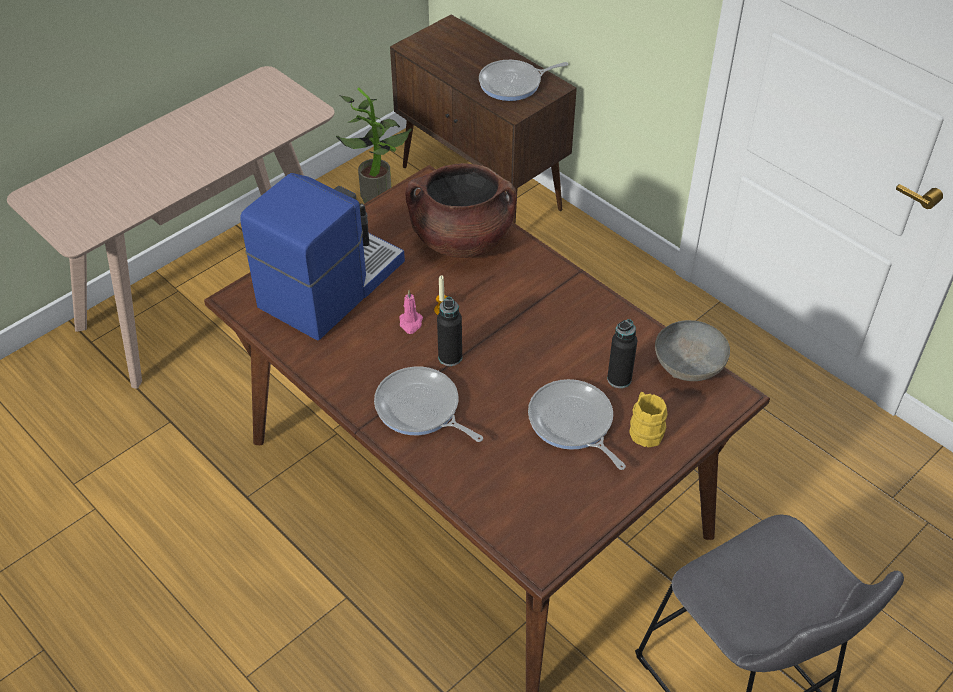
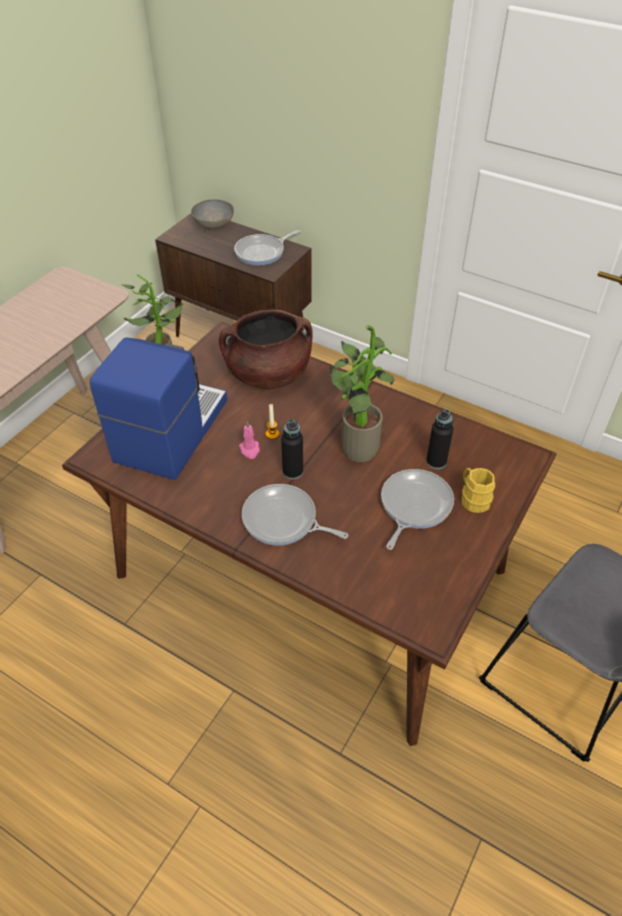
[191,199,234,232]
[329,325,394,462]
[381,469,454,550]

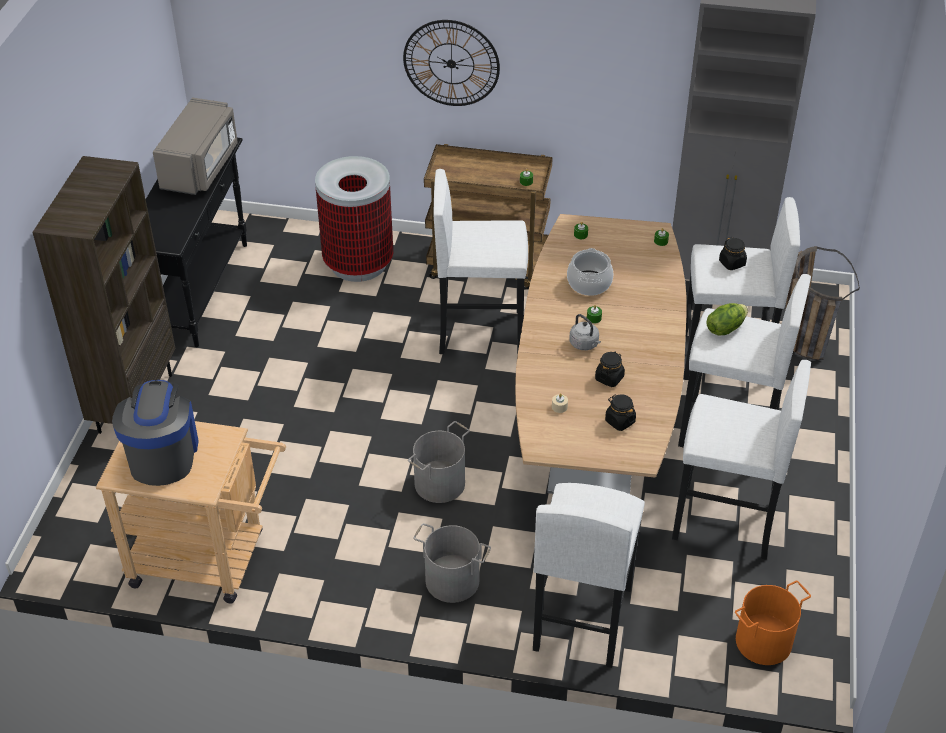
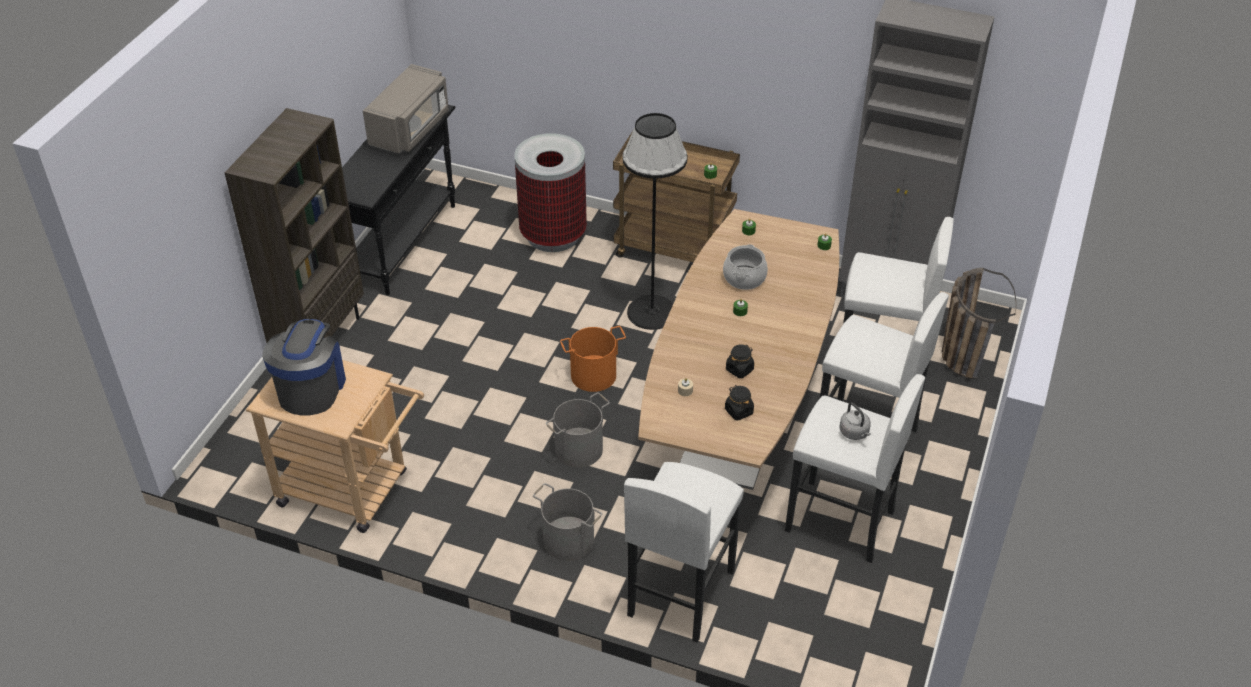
[560,326,626,392]
[622,113,688,330]
[839,403,871,440]
[403,20,500,106] (first image)
[706,303,748,336] (first image)
[719,237,747,270] (first image)

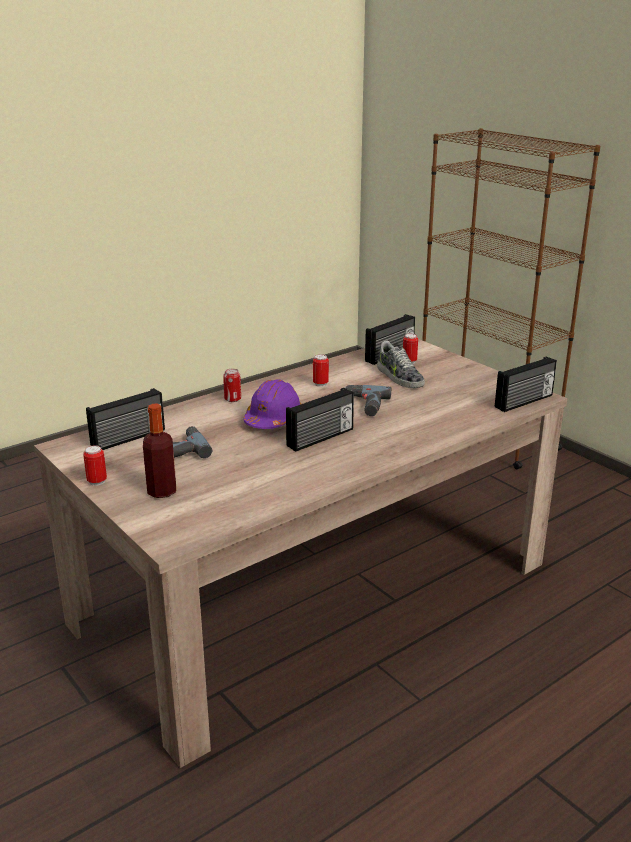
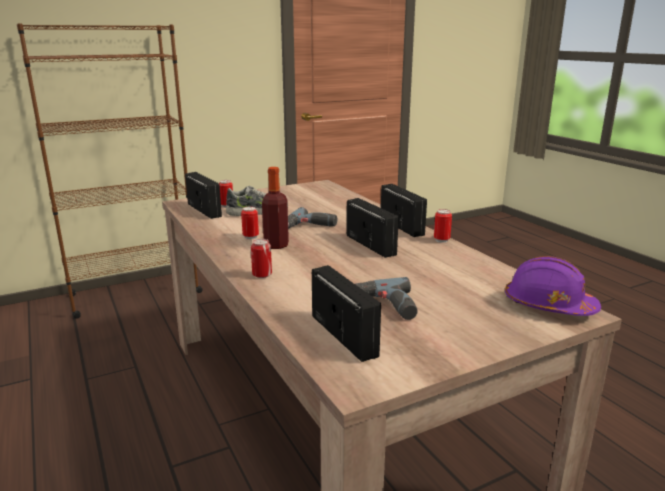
[262,167,289,249]
[381,184,427,237]
[434,209,452,243]
[505,256,601,316]

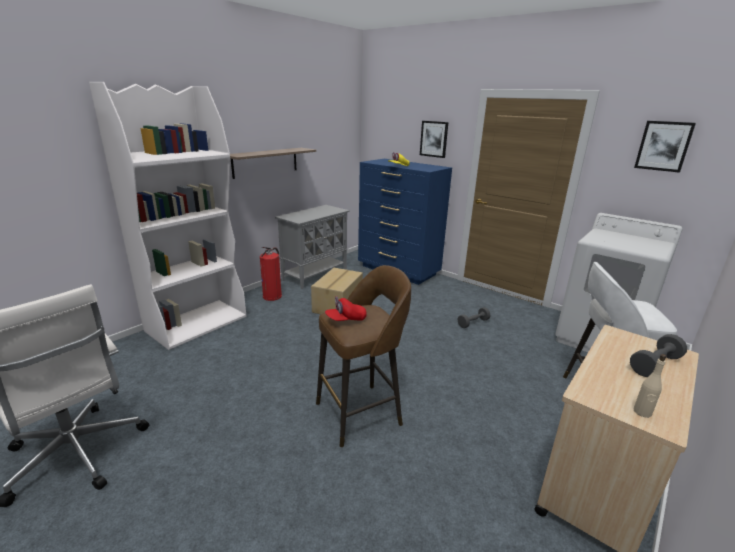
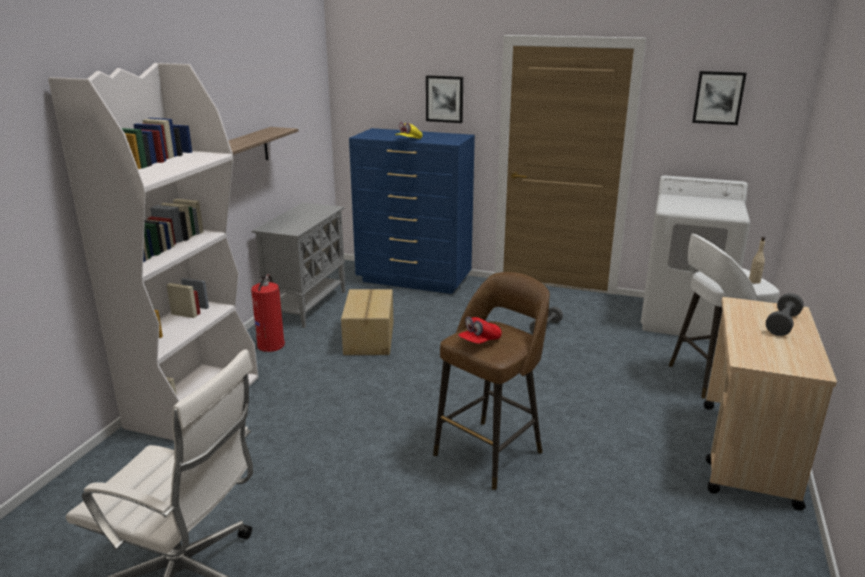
[749,237,765,284]

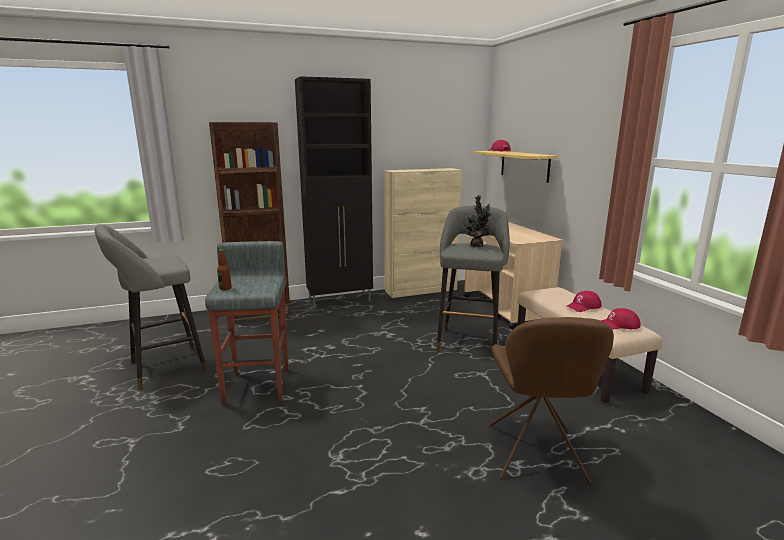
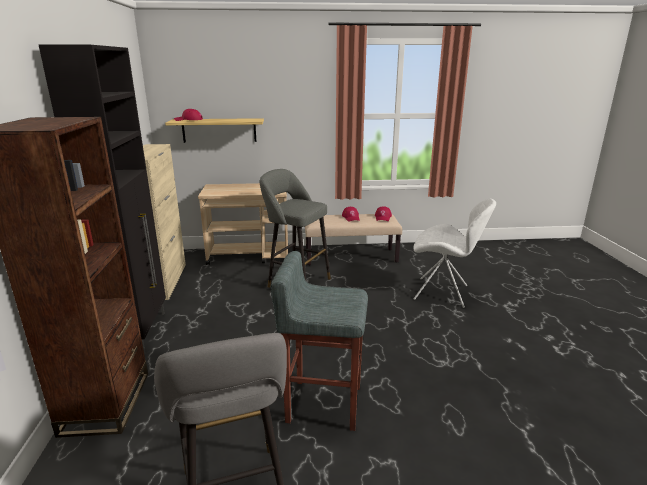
[413,199,496,308]
[217,249,232,290] (first image)
[463,195,491,247] (first image)

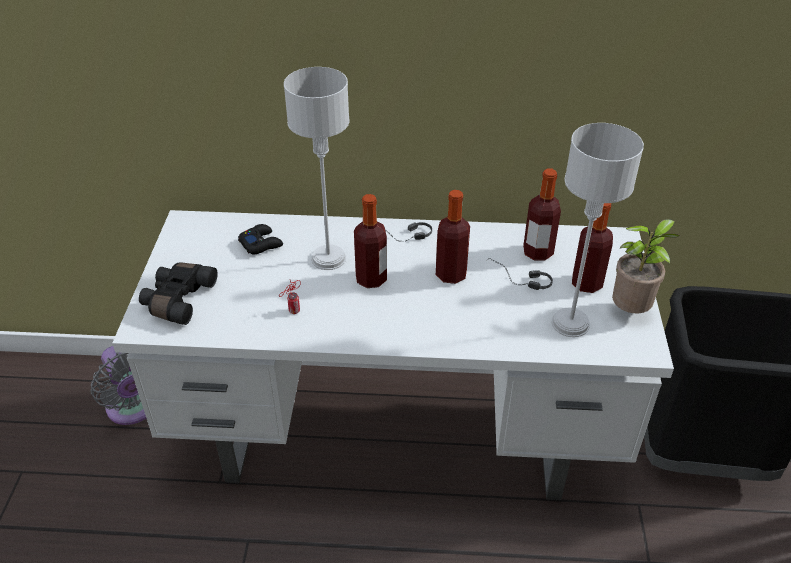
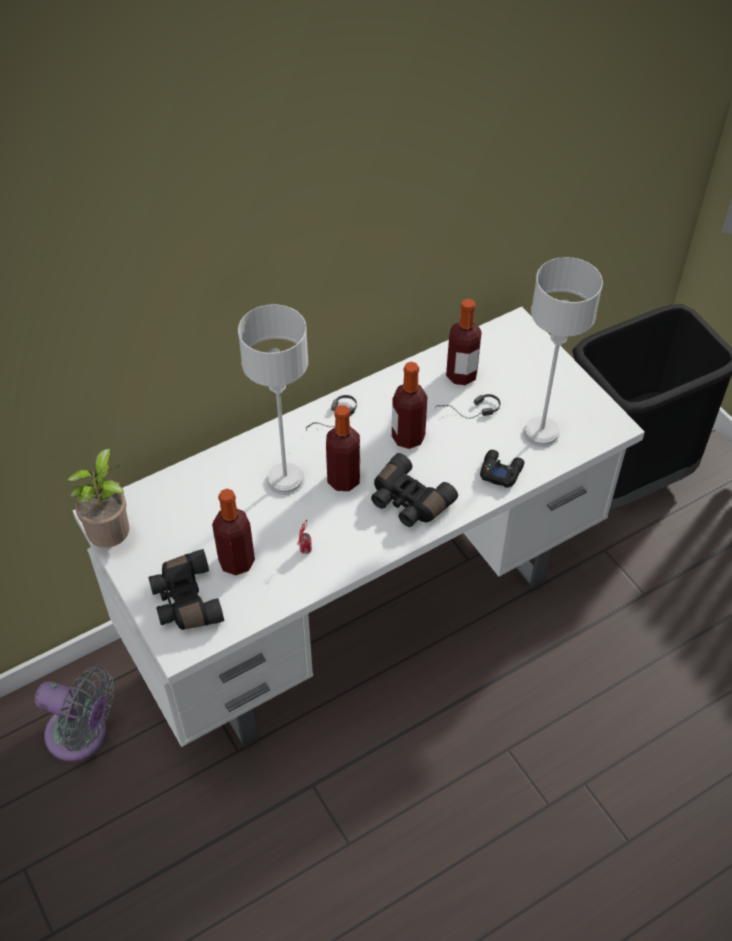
[67,449,130,548]
[212,489,255,575]
[371,453,458,527]
[480,450,524,488]

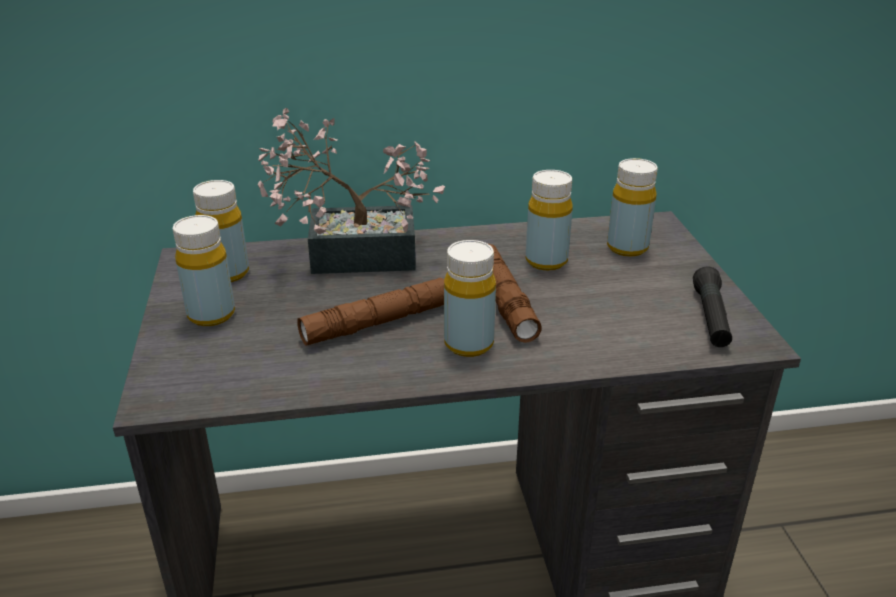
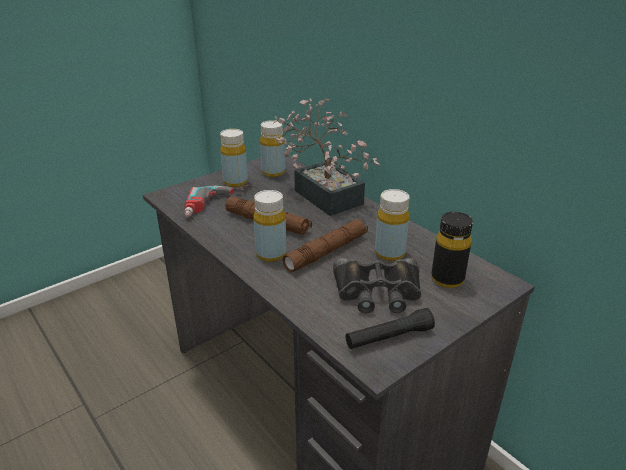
[184,185,251,217]
[333,258,421,313]
[431,212,473,288]

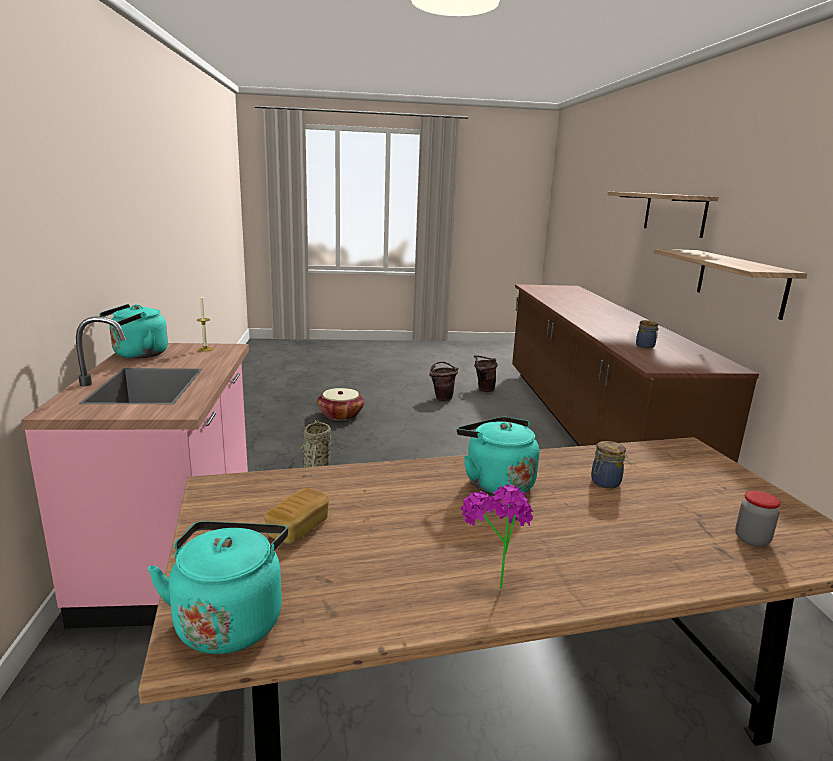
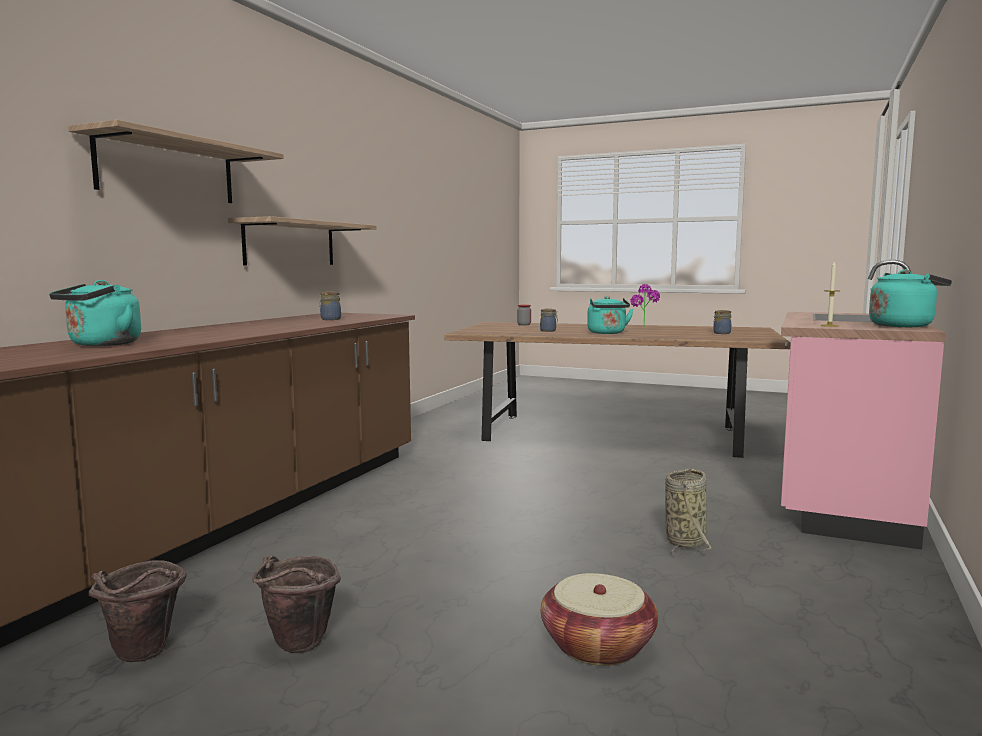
[49,280,141,346]
[713,310,731,334]

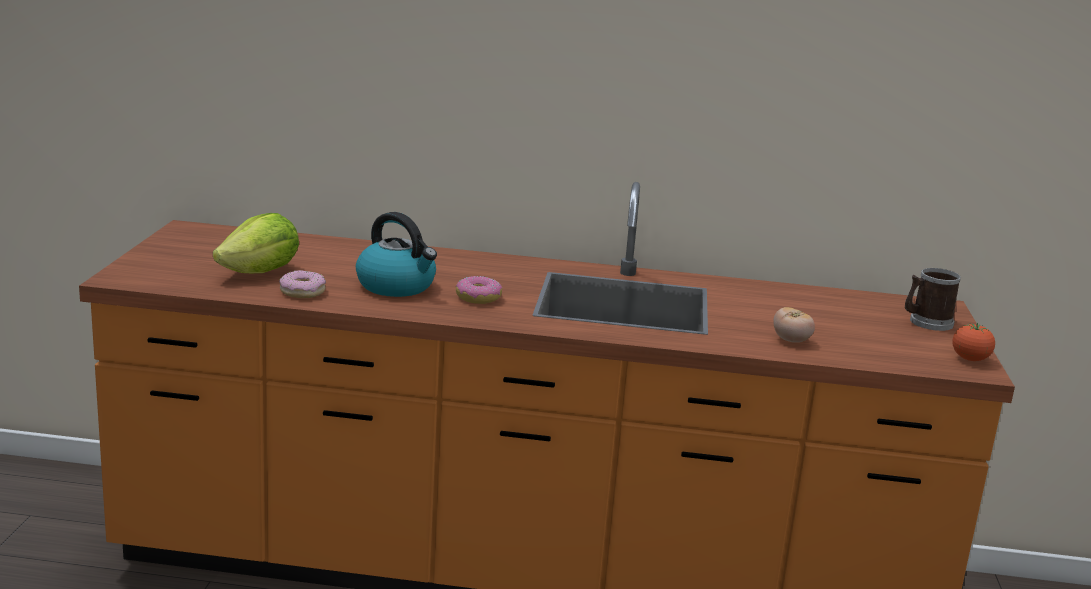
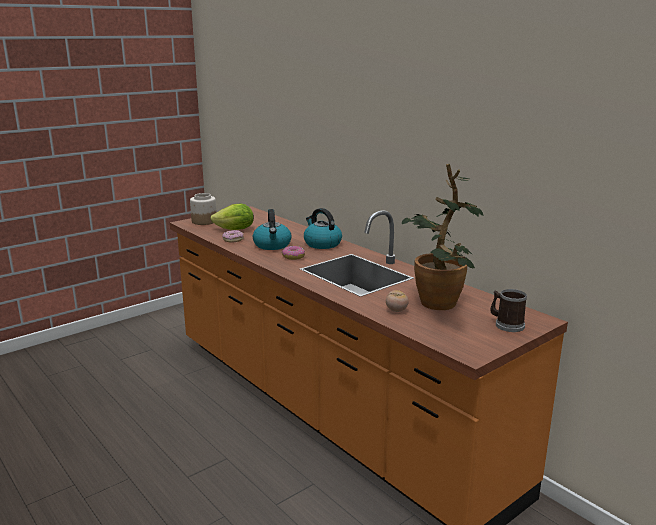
[190,193,217,225]
[304,208,342,249]
[402,164,483,310]
[952,323,995,361] (first image)

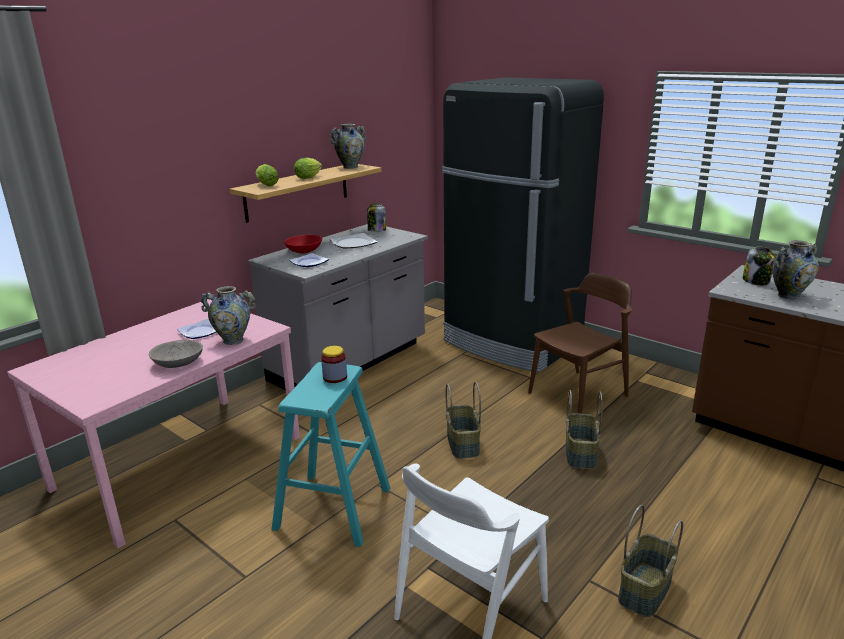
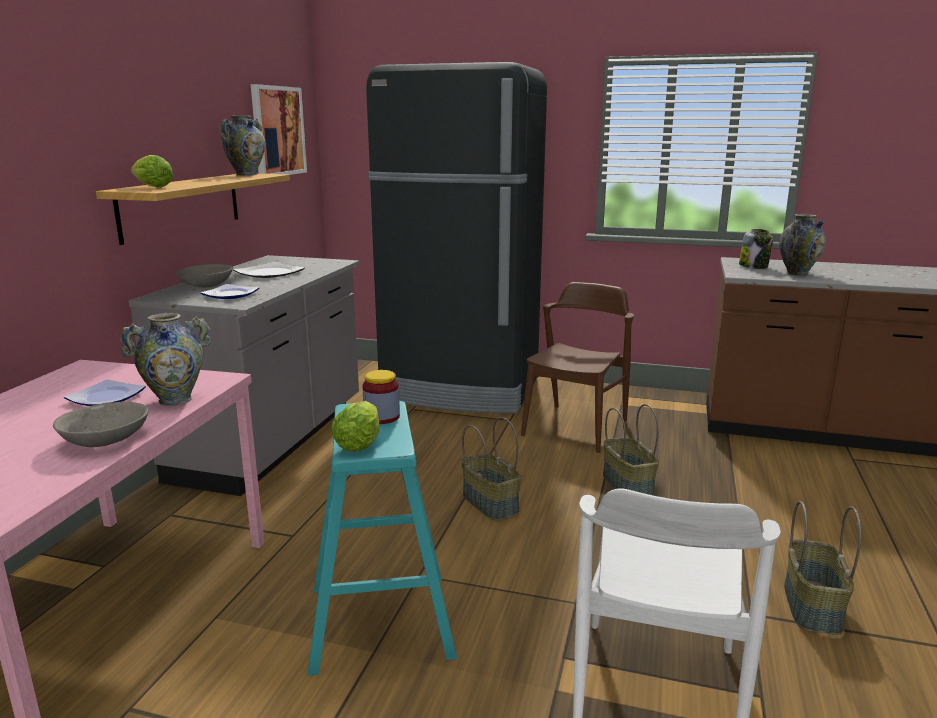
[176,264,233,288]
[251,84,307,175]
[331,401,380,452]
[367,203,386,232] (first image)

